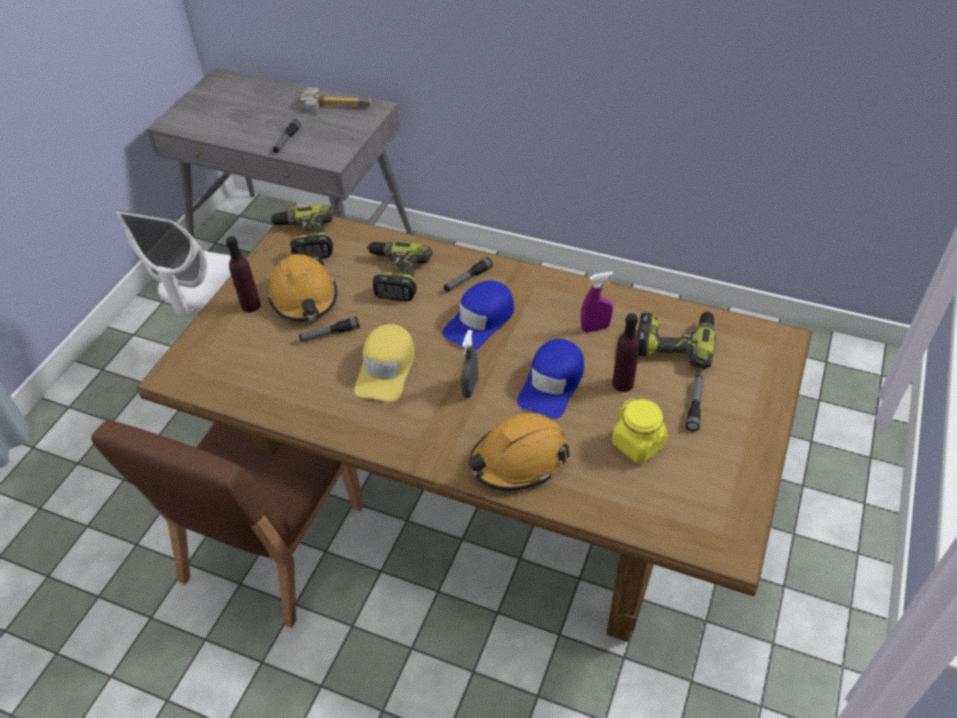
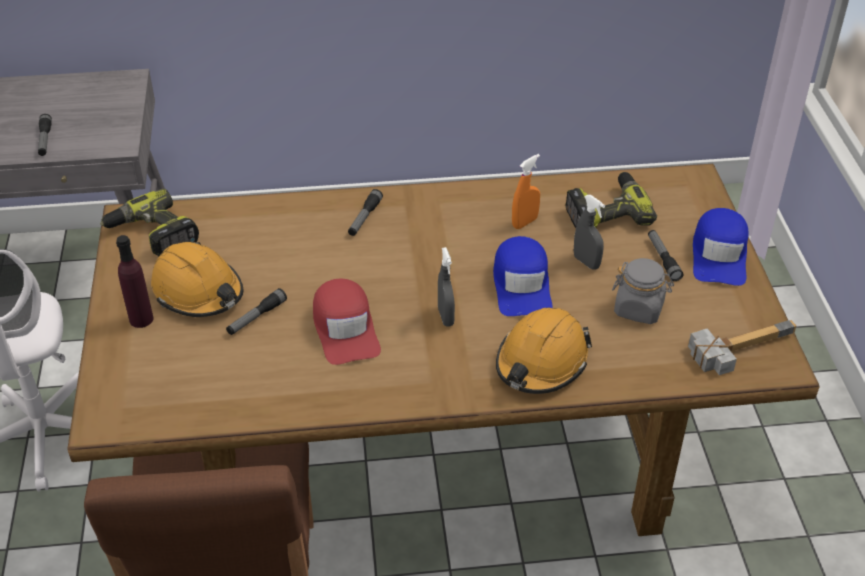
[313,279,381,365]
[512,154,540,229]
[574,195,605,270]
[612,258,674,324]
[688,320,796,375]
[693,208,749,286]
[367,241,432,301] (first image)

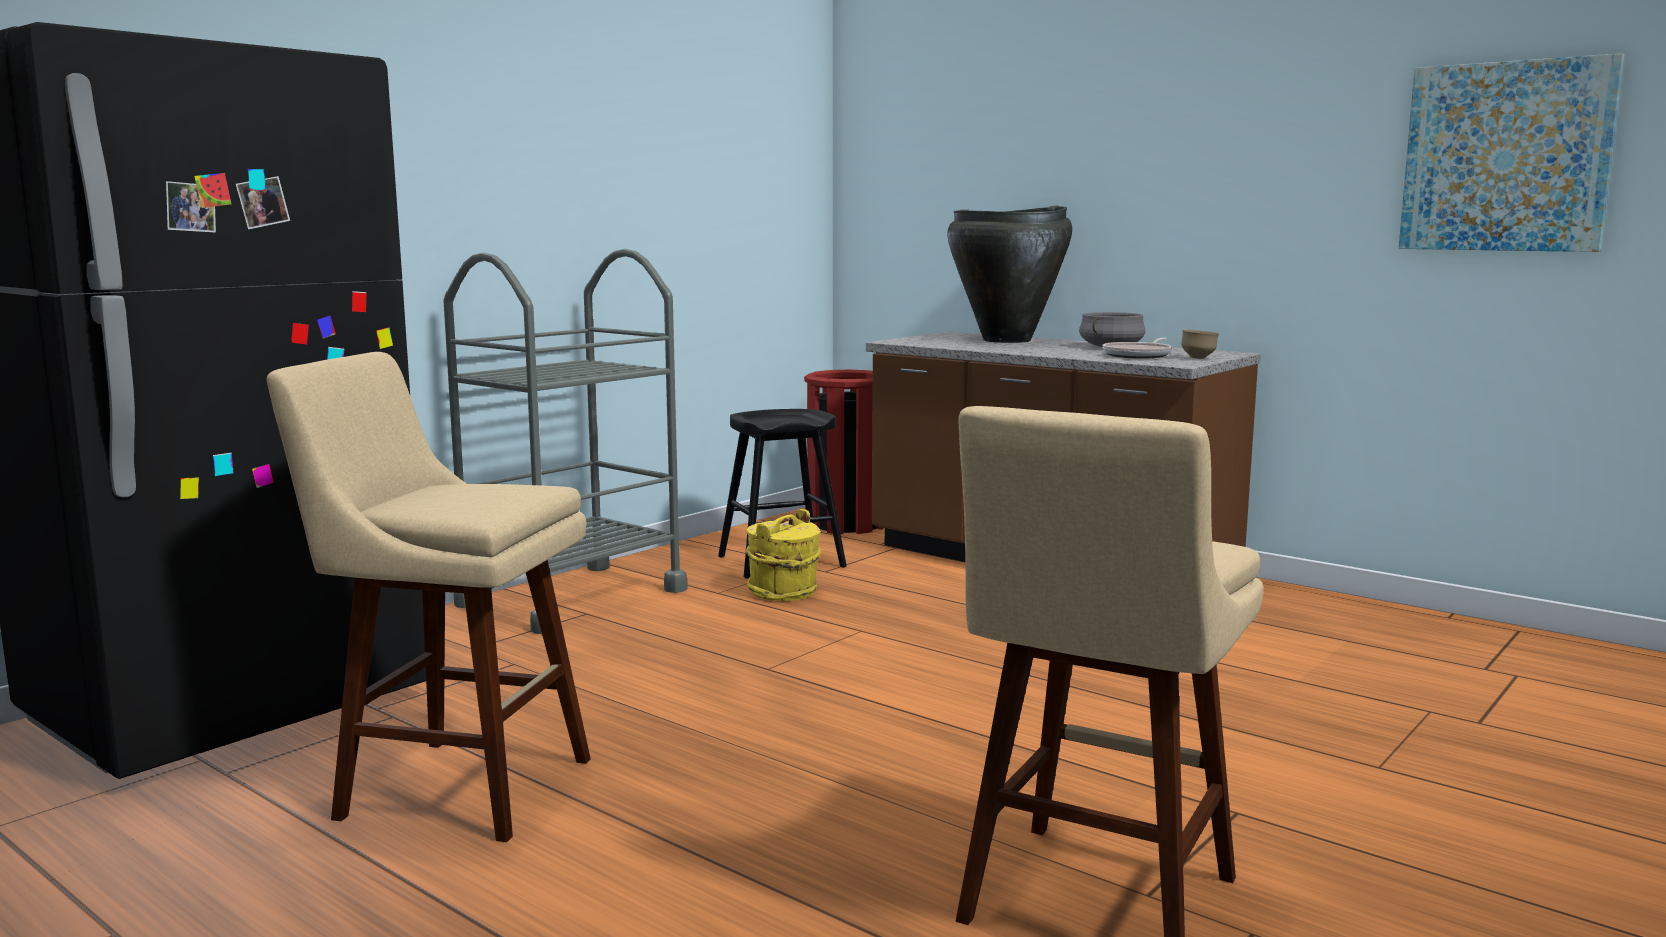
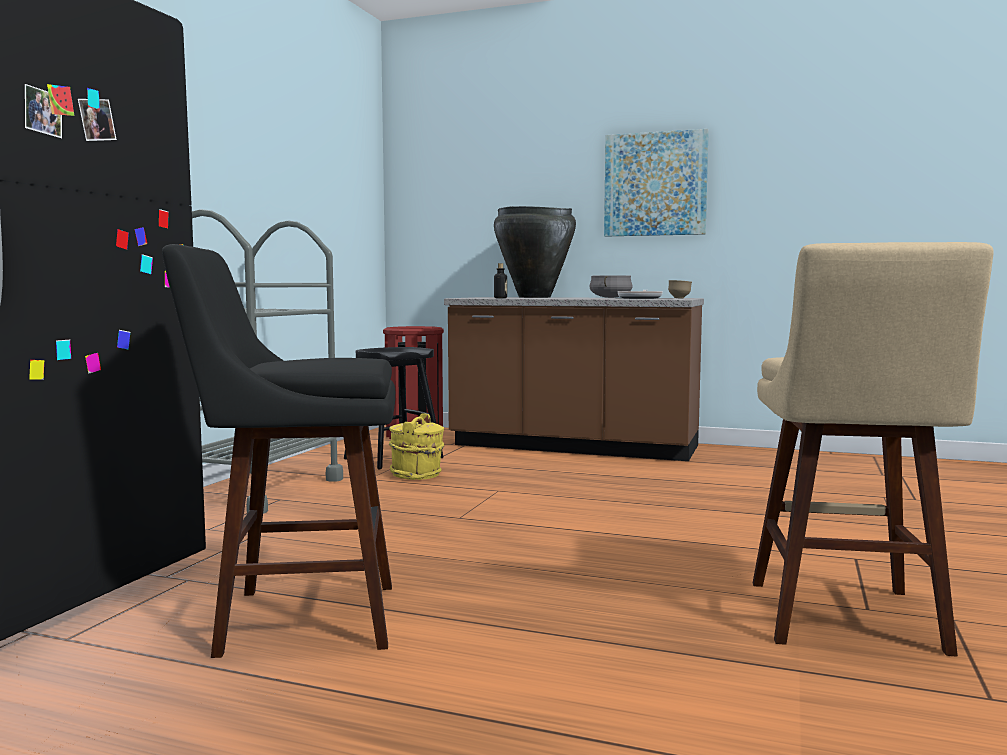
[162,244,395,658]
[494,263,507,298]
[604,129,709,237]

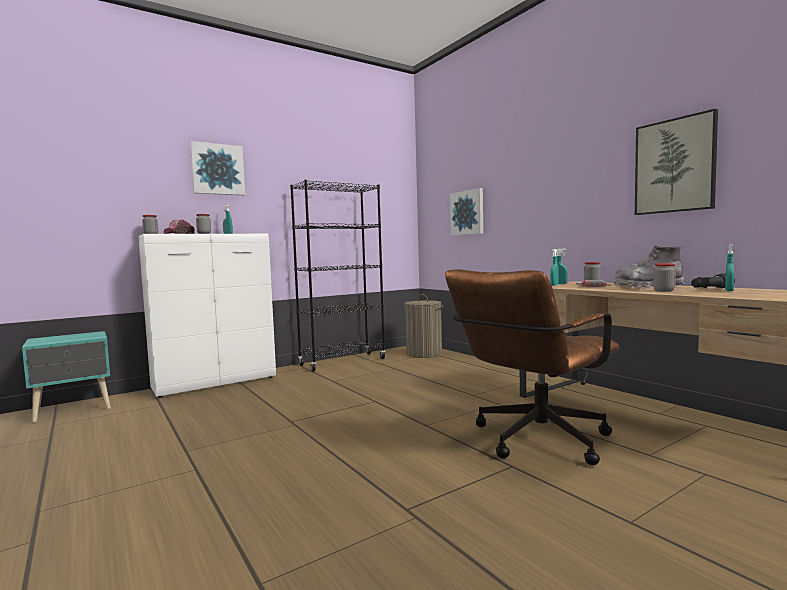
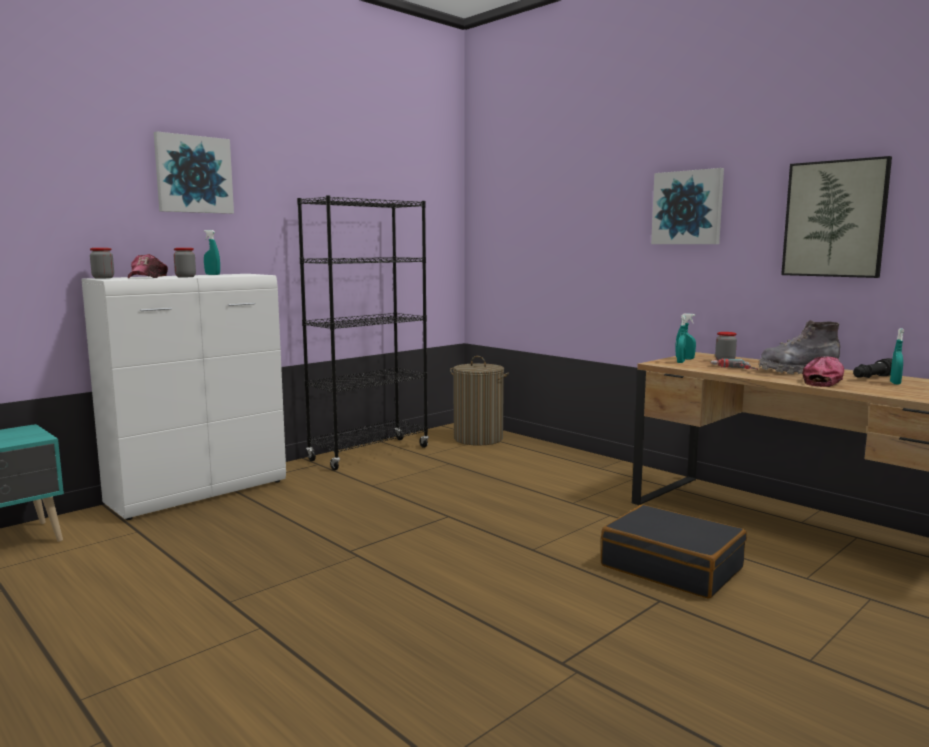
[601,505,747,598]
[651,168,724,244]
[802,356,844,387]

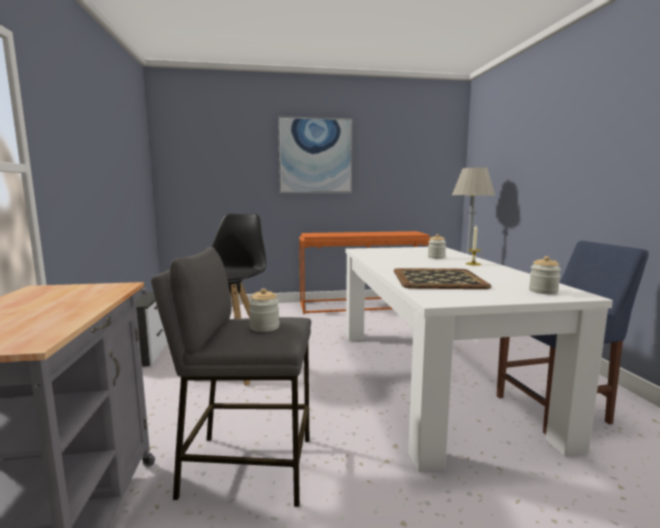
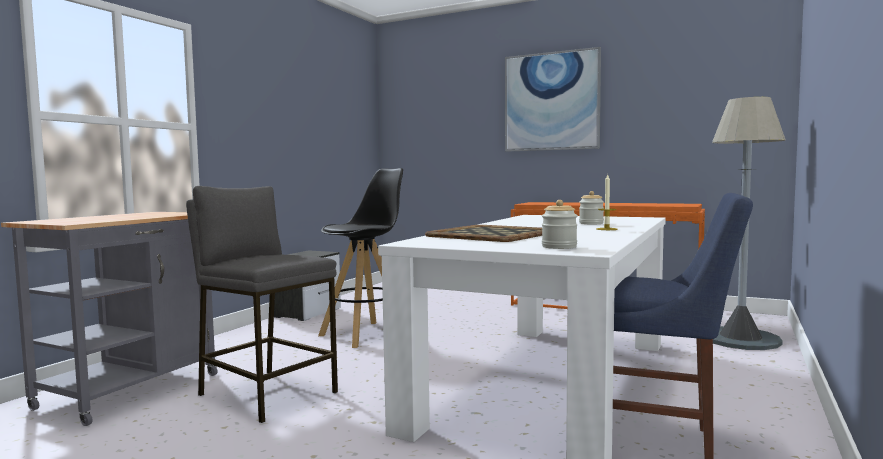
[249,288,280,332] (first image)

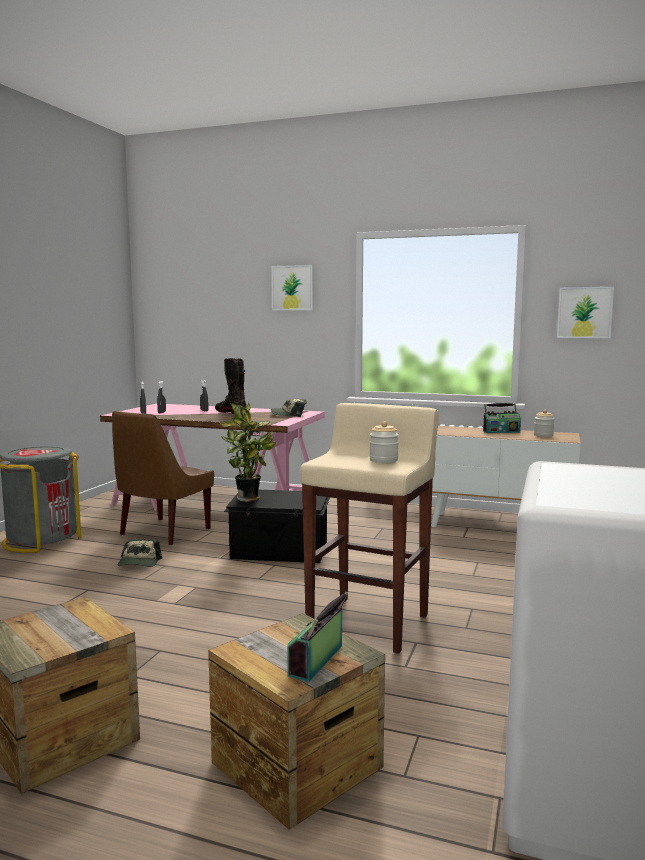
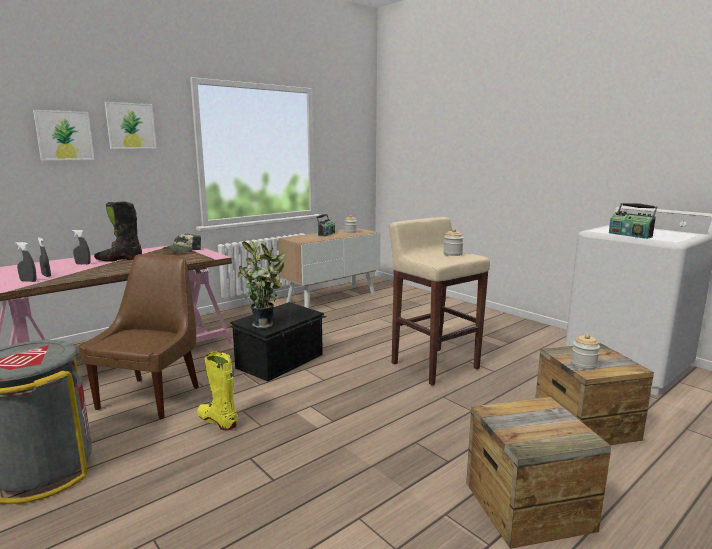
[33,110,94,160]
[79,254,199,419]
[197,351,238,430]
[571,334,600,370]
[609,203,658,239]

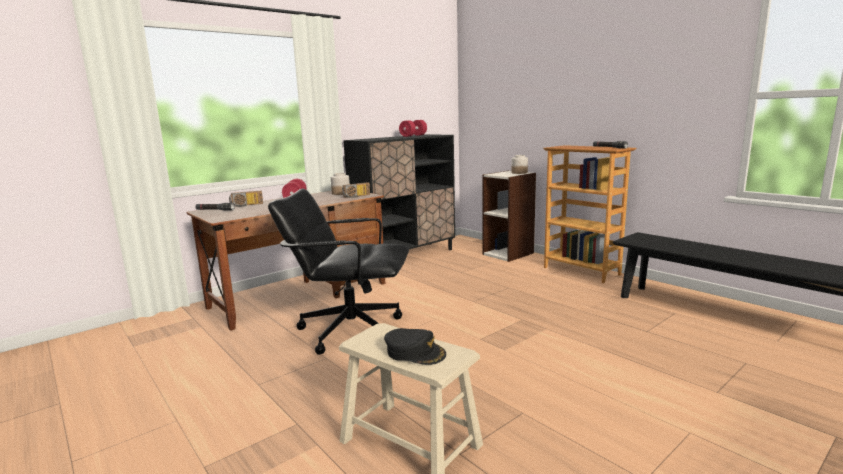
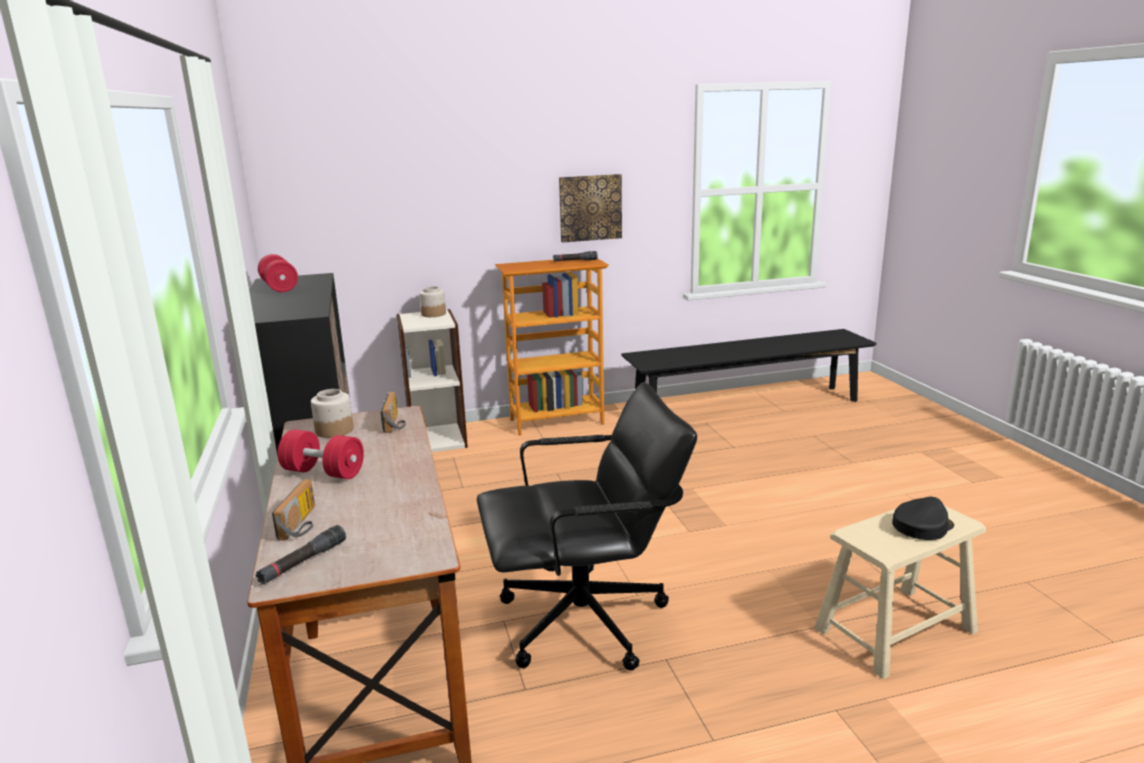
[477,382,697,671]
[559,174,622,242]

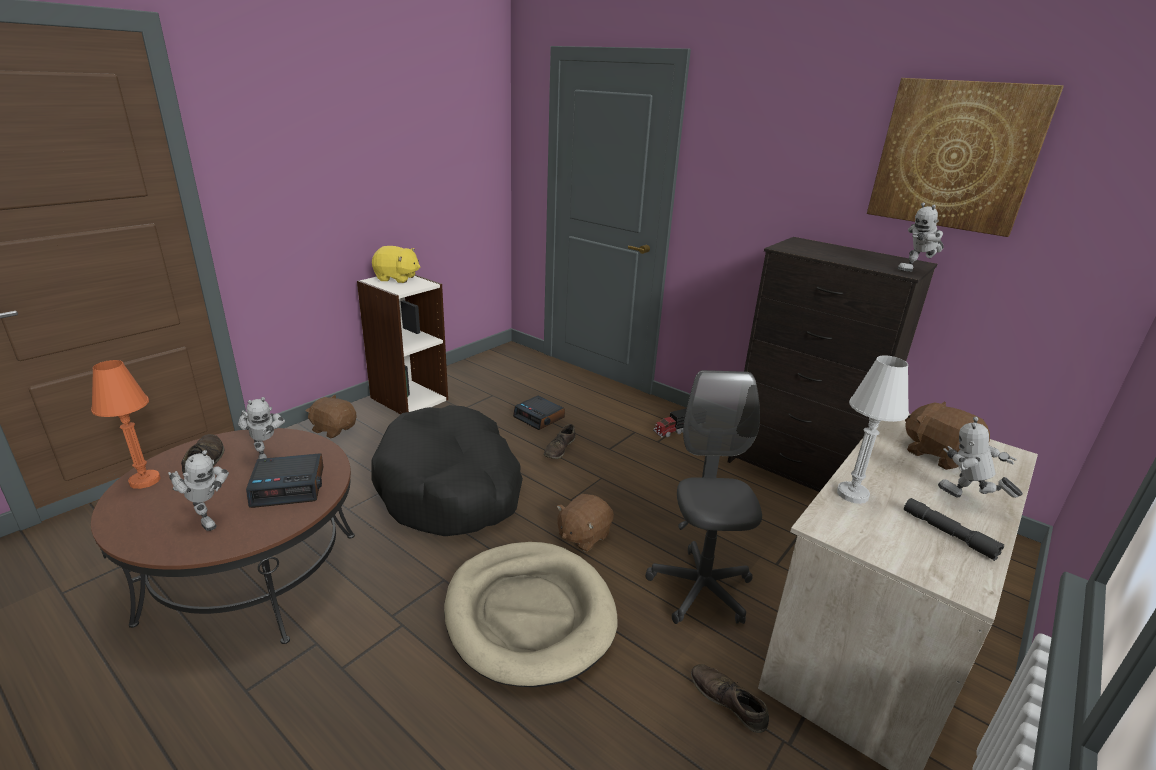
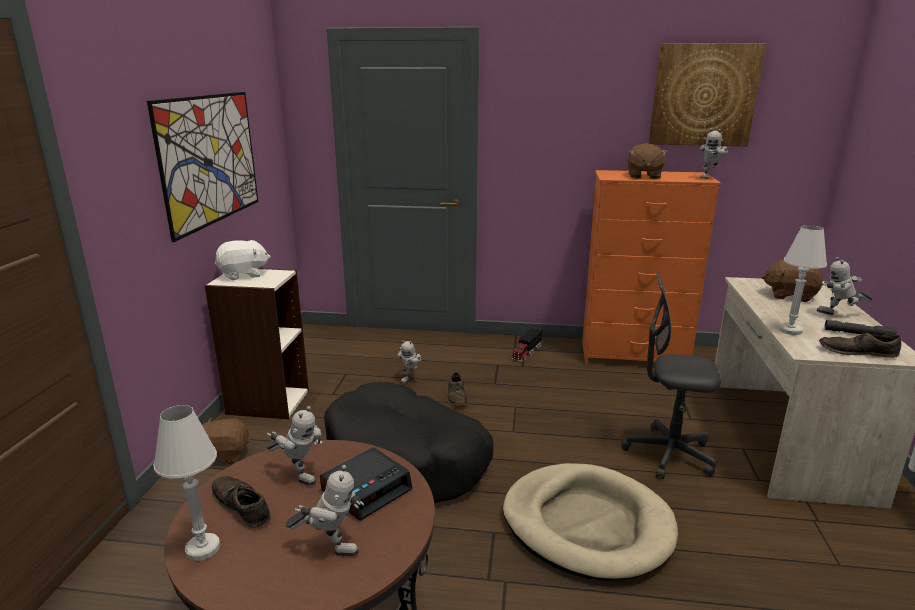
[147,92,258,242]
[154,405,220,561]
[215,240,271,280]
[397,340,422,384]
[582,170,721,364]
[621,272,721,479]
[628,143,668,179]
[819,332,901,358]

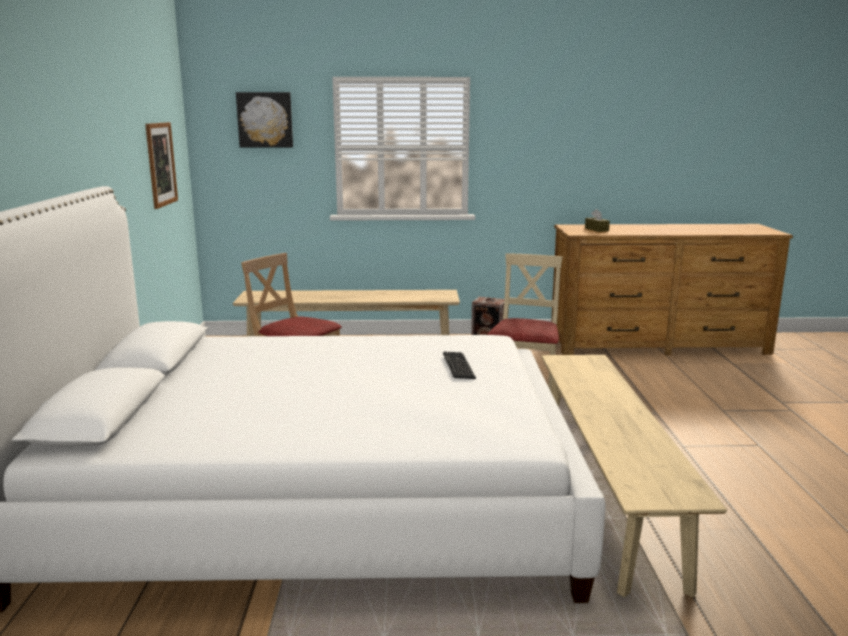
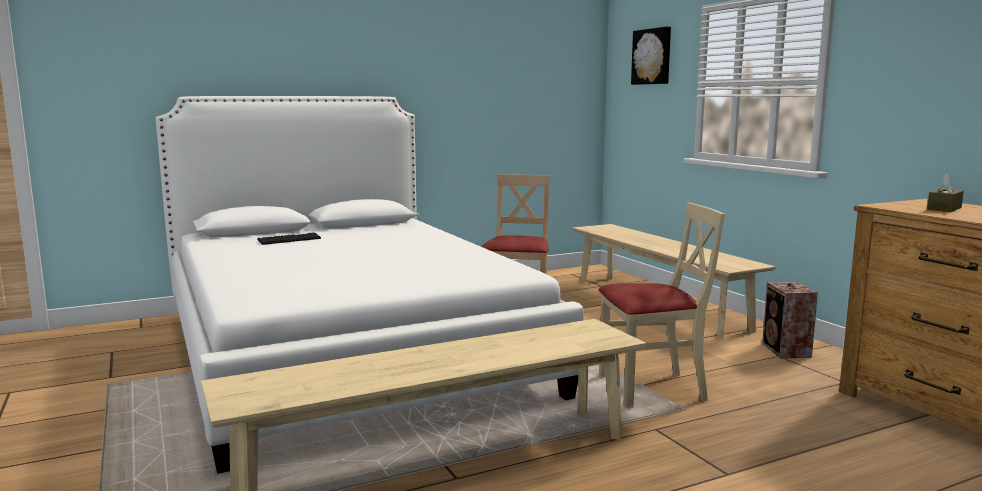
[257,232,321,245]
[145,122,178,209] (first image)

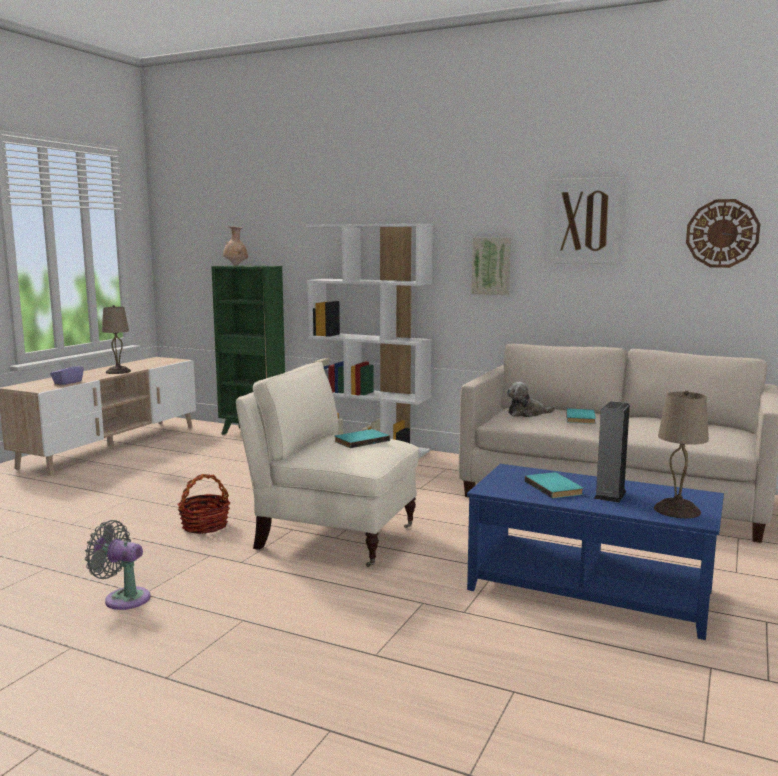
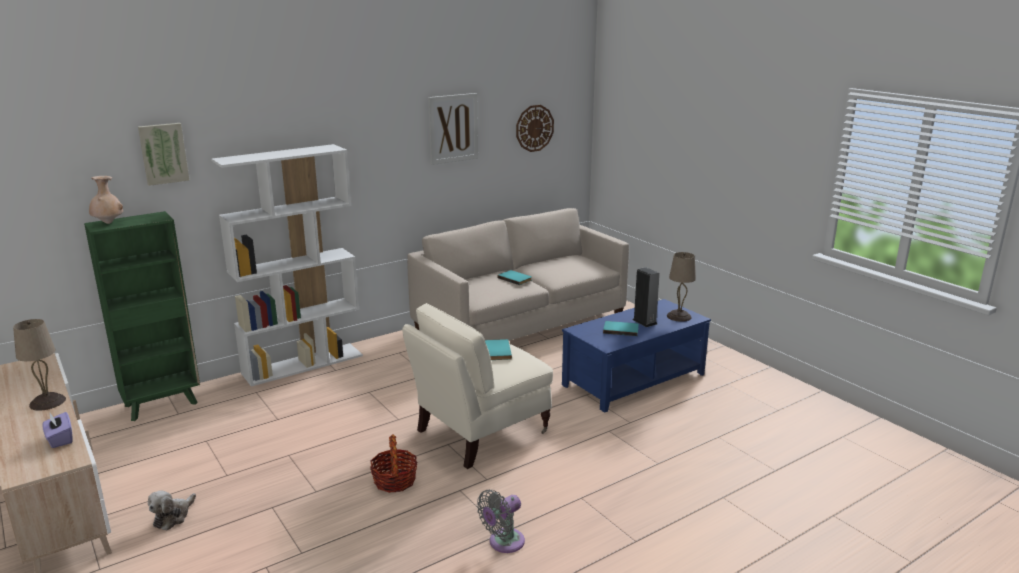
[138,123,189,186]
[148,490,196,530]

